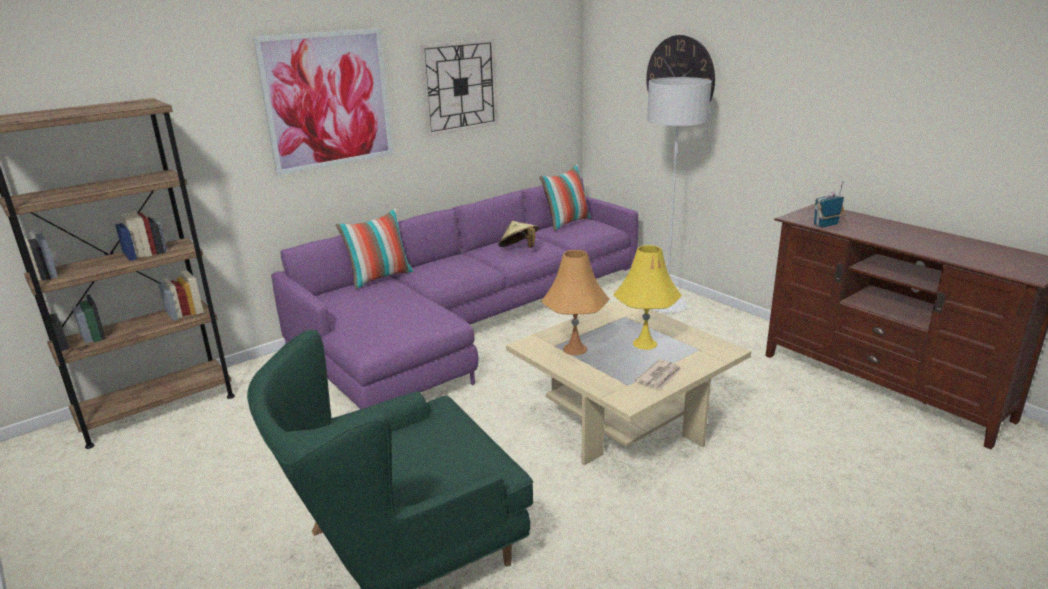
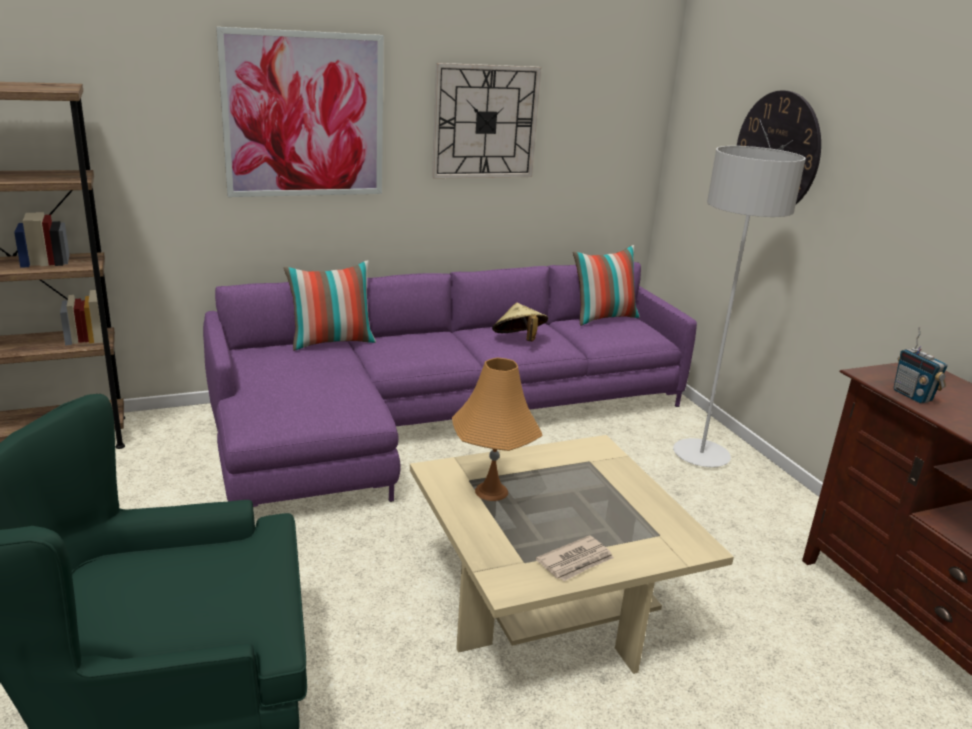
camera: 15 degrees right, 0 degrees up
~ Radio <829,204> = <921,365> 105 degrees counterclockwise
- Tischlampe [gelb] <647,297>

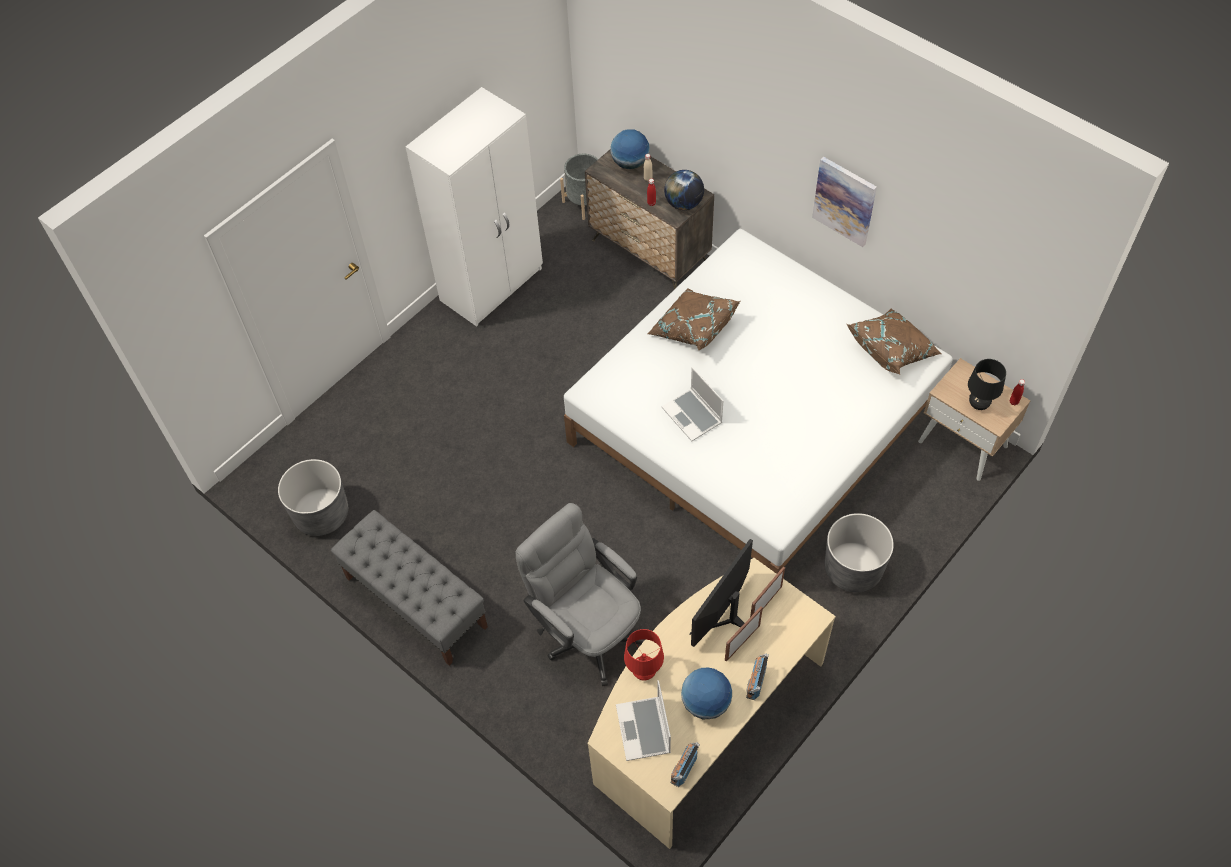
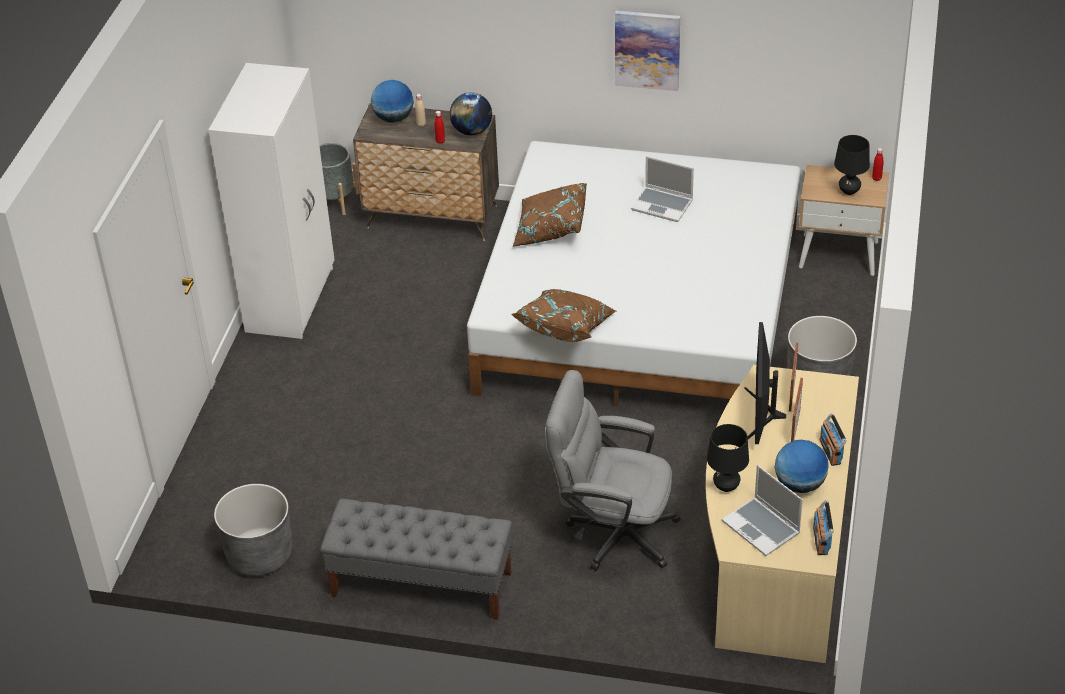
camera: 30 degrees left, 15 degrees down
~ Kissen [braun] <894,341> to <564,315>
~ Laptop <692,404> to <662,189>
~ Tischlampe [rot] <644,655> to Tischlampe [schwarz] <728,458>

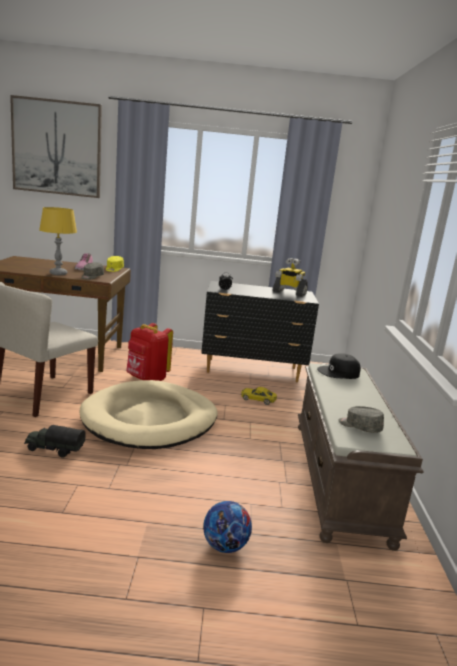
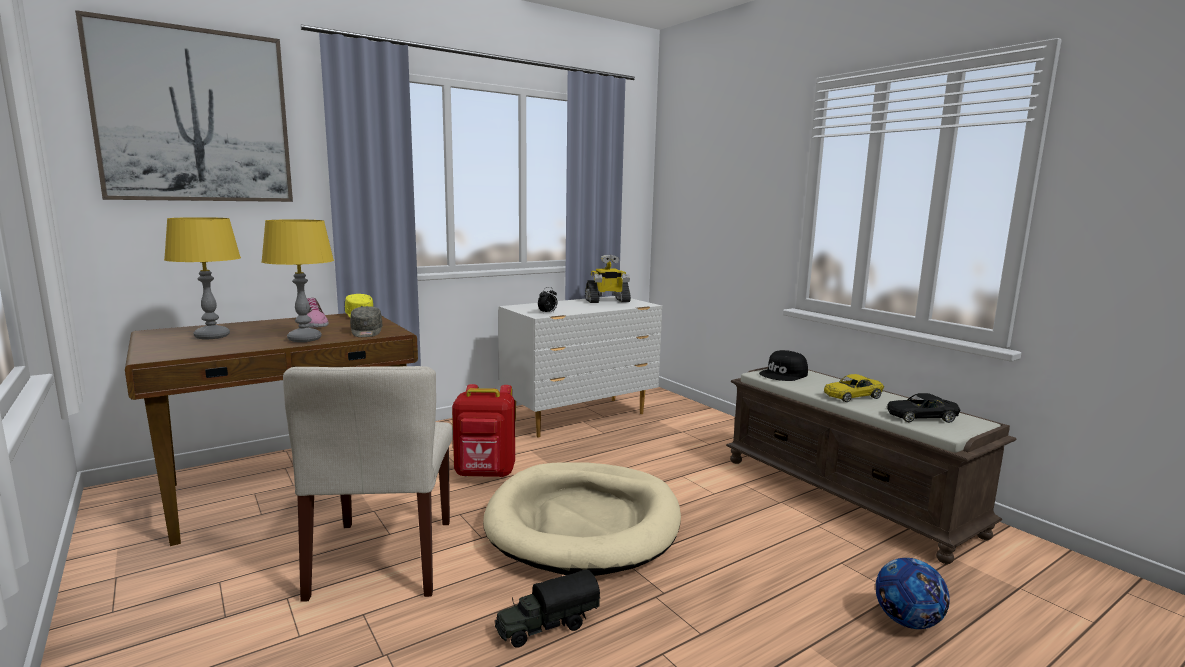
camera: 35 degrees left, 5 degrees down
+ Tischlampe [gelb] <202,278>
~ Kommode [schwarz] <260,331> to Kommode [weiß] <580,366>
~ Spielzeugauto [gelb] <259,396> to <854,388>
~ Kappe [grau] <361,419> to Spielzeugauto [schwarz] <924,408>

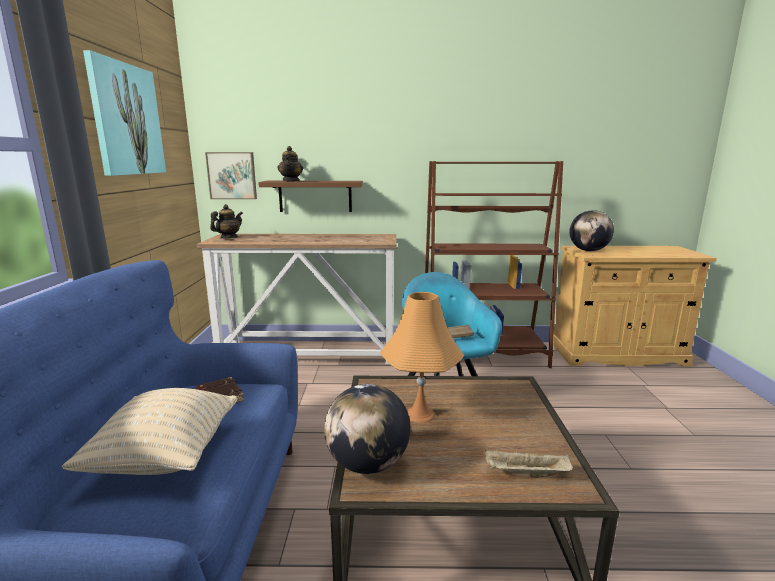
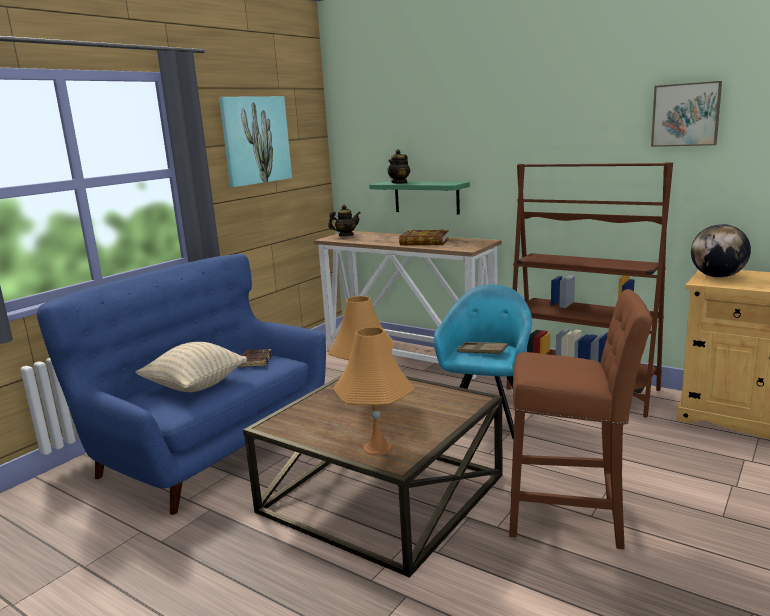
camera: 35 degrees right, 0 degrees up
~ Tablett [beige] <528,464> to Tischlampe [orange] <374,391>
~ Wandregal [braun] <310,196> to Wandregal [grün] <419,197>
+ Buch <424,237>
+ Hocker [braun] <580,419>
~ Bild <231,175> to <686,114>
- Globus <367,429>

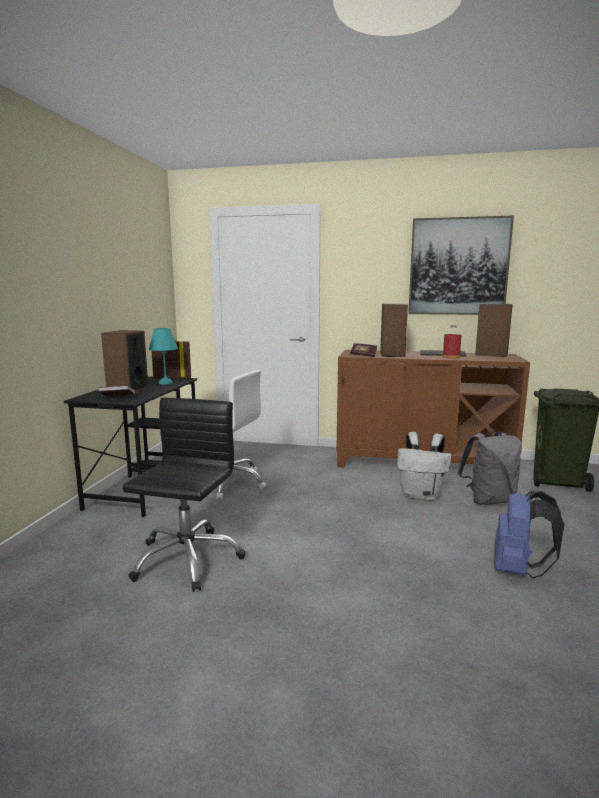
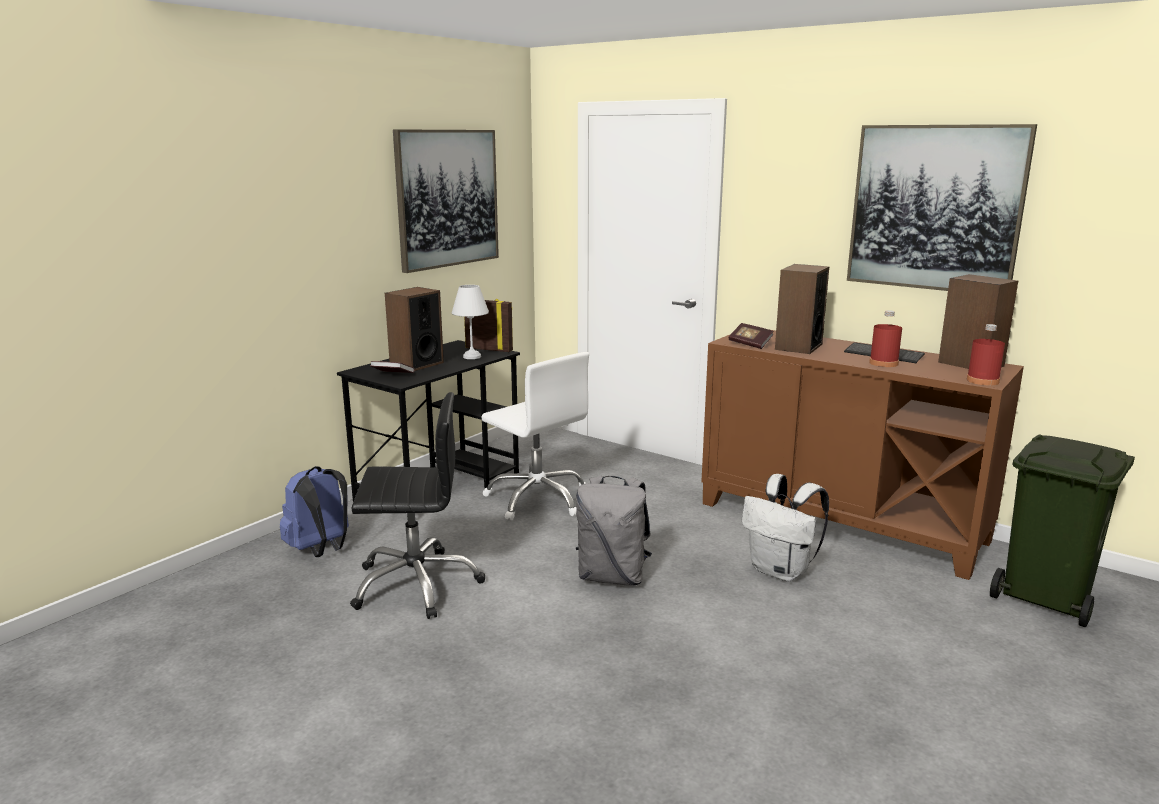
camera: 25 degrees right, 5 degrees up
~ Rucksack [blau] <529,534> to <314,511>
~ Bürostuhl [schwarz] <184,495> = <417,505> 45 degrees clockwise
+ Bild <446,201>
~ Tischlampe [türkis] <163,356> to Tischlampe [weiß] <470,322>
~ Rucksack [grau] <489,468> to <614,530>
+ Flasche [rot] <986,354>

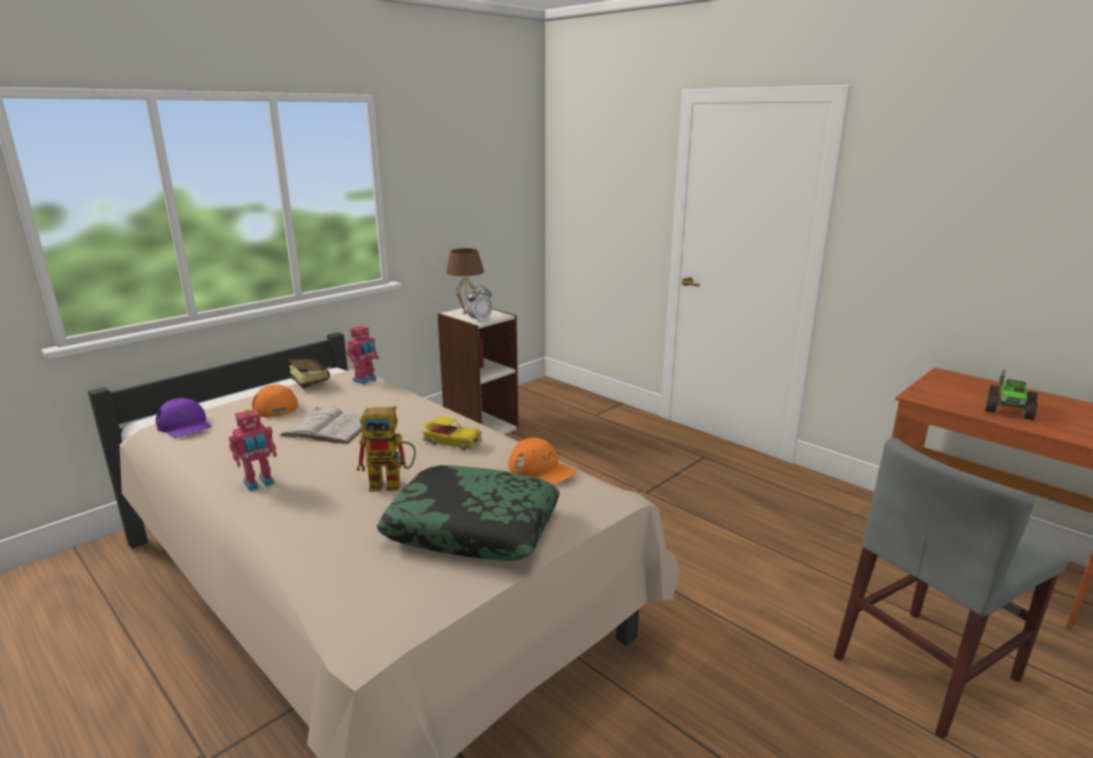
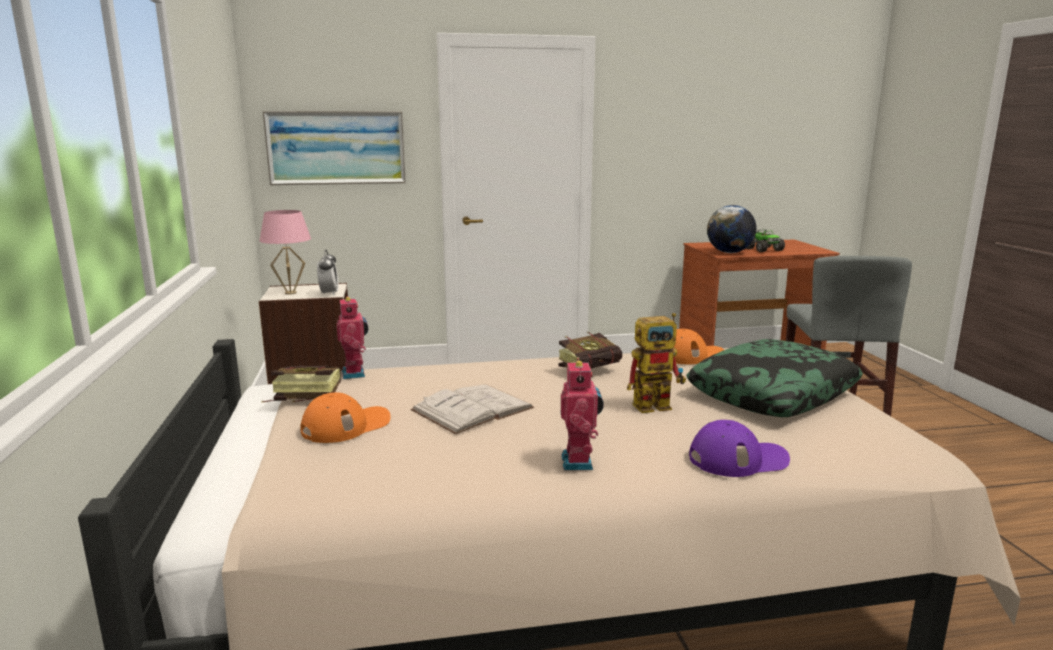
camera: 55 degrees left, 5 degrees down
~ Tischlampe [braun] <465,281> to Tischlampe [rosa] <285,252>
+ Bild <334,148>
~ Kappe [orange] <275,401> = <345,417> 135 degrees clockwise
~ Spielzeugauto <452,433> to Buch <590,350>
~ Spielzeugroboter <386,449> = <656,363> 45 degrees clockwise
~ Kappe [lila] <184,418> to <739,448>
+ Globus <732,229>

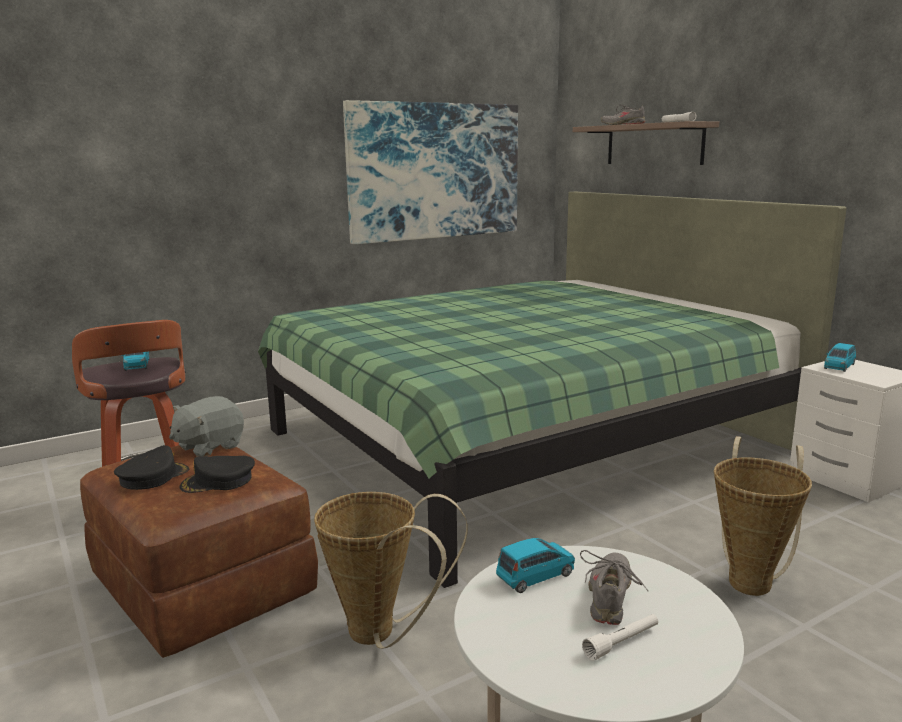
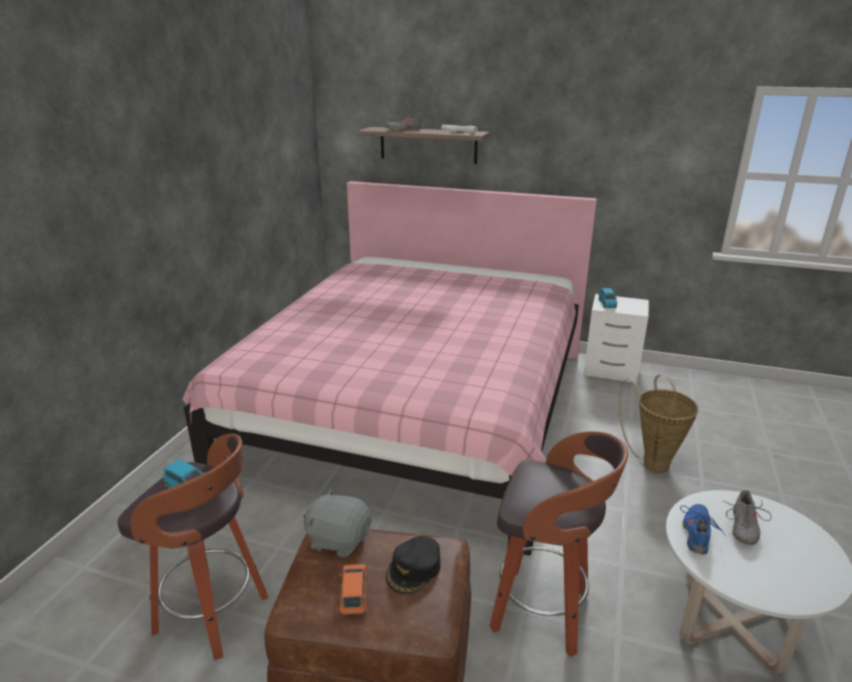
camera: 40 degrees left, 10 degrees up
~ Bett [grün] <552,390> to Bett [rosa] <389,368>
~ Plüschtier [grau] <206,426> = <337,523> 105 degrees clockwise
~ Kappe [schwarz] <151,467> to Spielzeugauto [orange] <354,589>
~ Korb <391,570> to Hocker <559,544>
~ Spielzeugauto [blau] <535,565> to Schuh [blau] <702,529>
~ Schuh [grau] <614,587> = <747,517> 135 degrees counterclockwise
- Bild <430,172>
- Taschenlampe [weiß] <620,637>

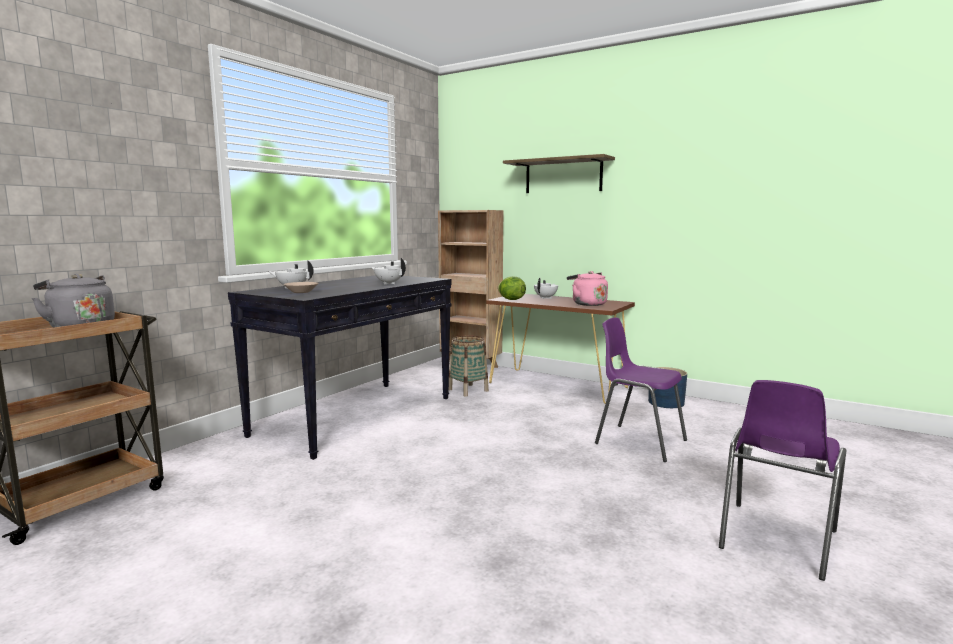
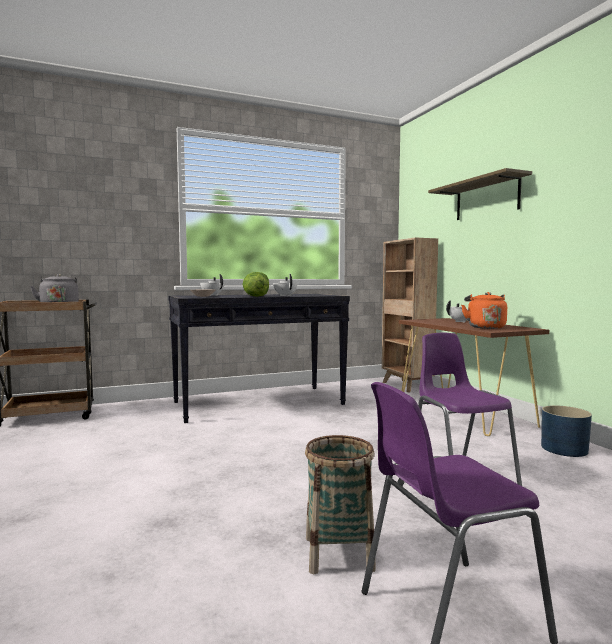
camera: 35 degrees right, 5 degrees down
~ Salatkopf <512,288> to <256,284>
~ Korb <469,366> to <340,504>
~ Wasserkessel [rosa] <587,288> to Wasserkessel [orange] <484,310>

